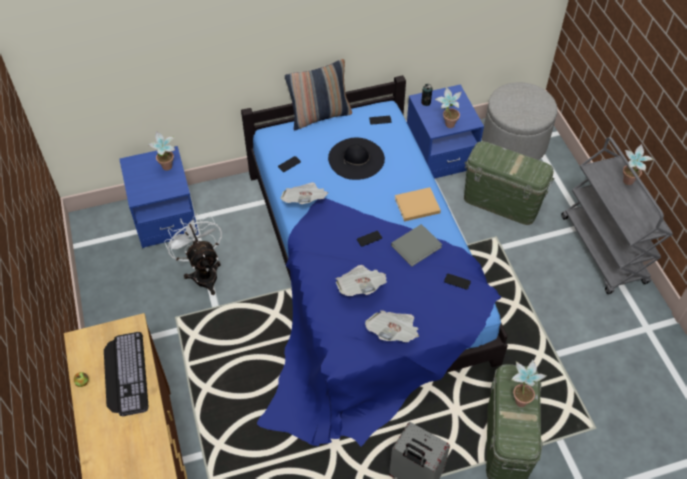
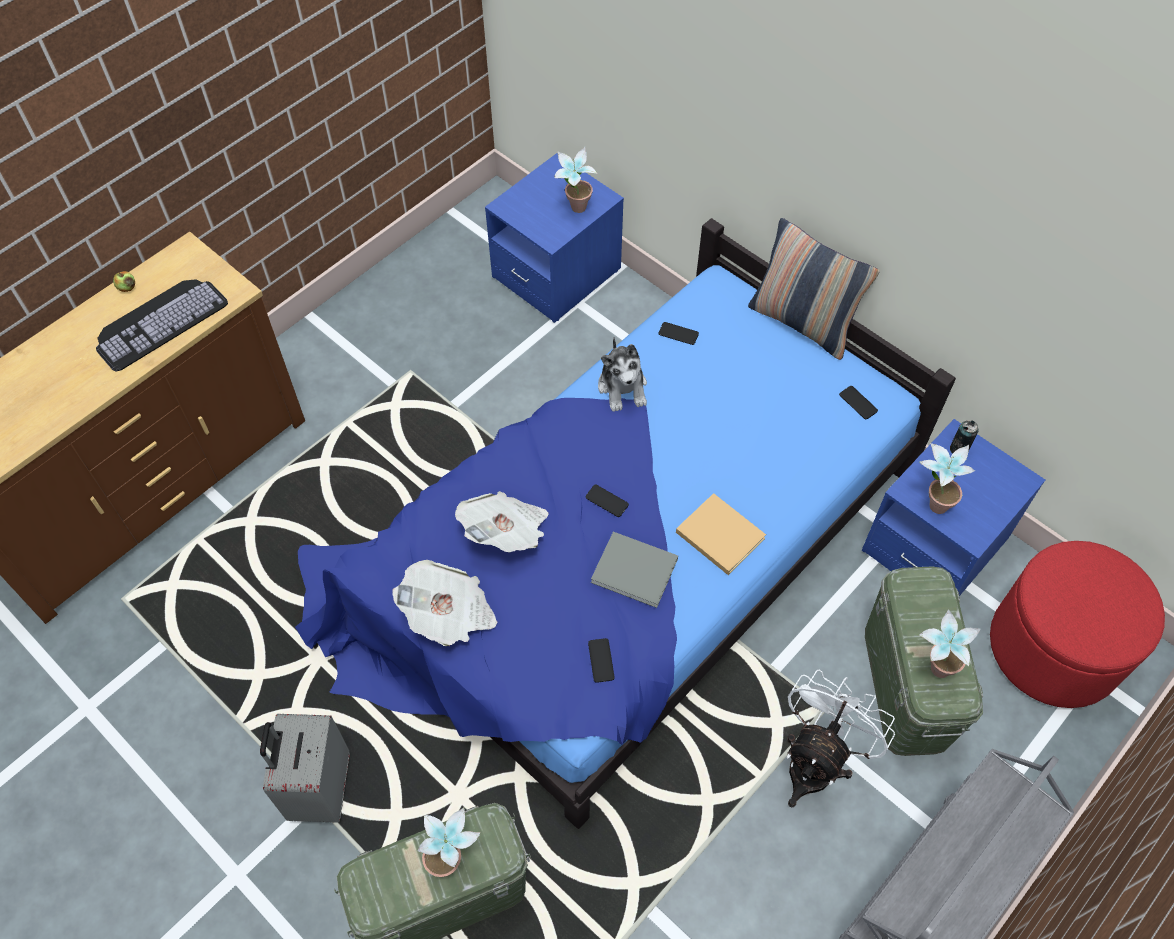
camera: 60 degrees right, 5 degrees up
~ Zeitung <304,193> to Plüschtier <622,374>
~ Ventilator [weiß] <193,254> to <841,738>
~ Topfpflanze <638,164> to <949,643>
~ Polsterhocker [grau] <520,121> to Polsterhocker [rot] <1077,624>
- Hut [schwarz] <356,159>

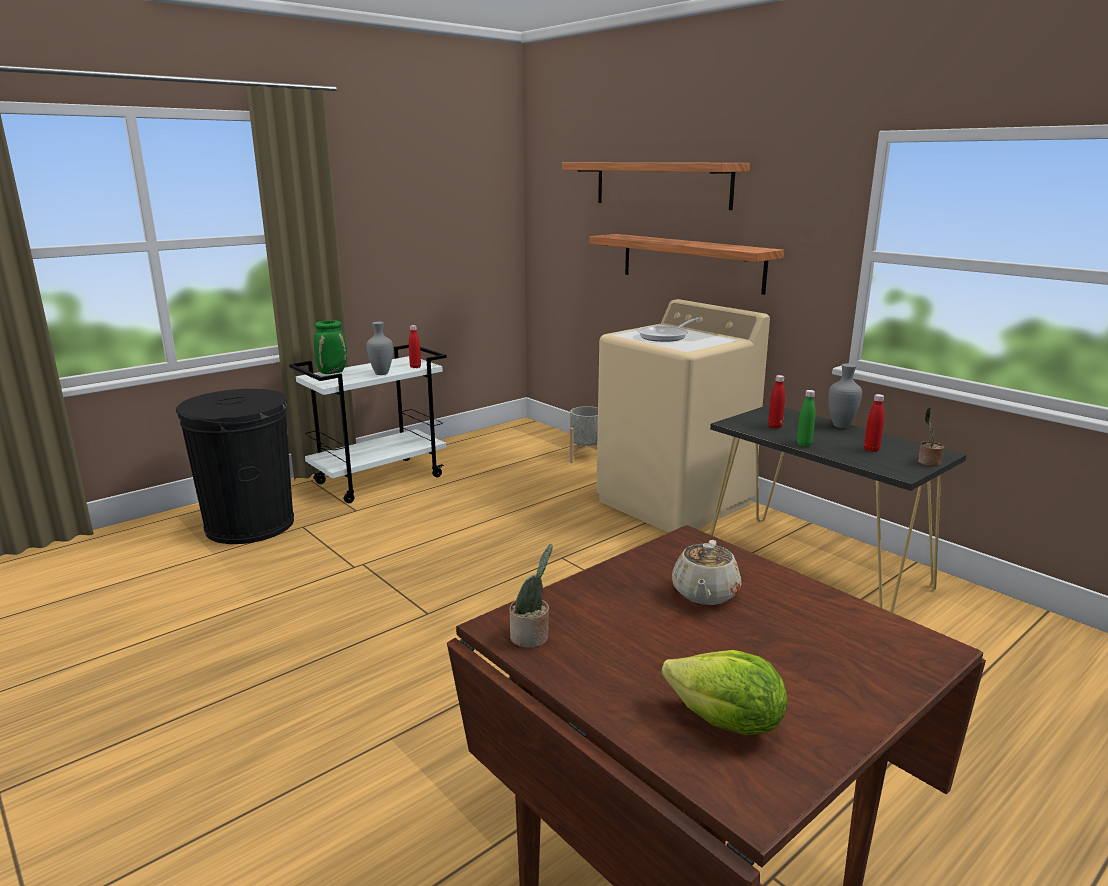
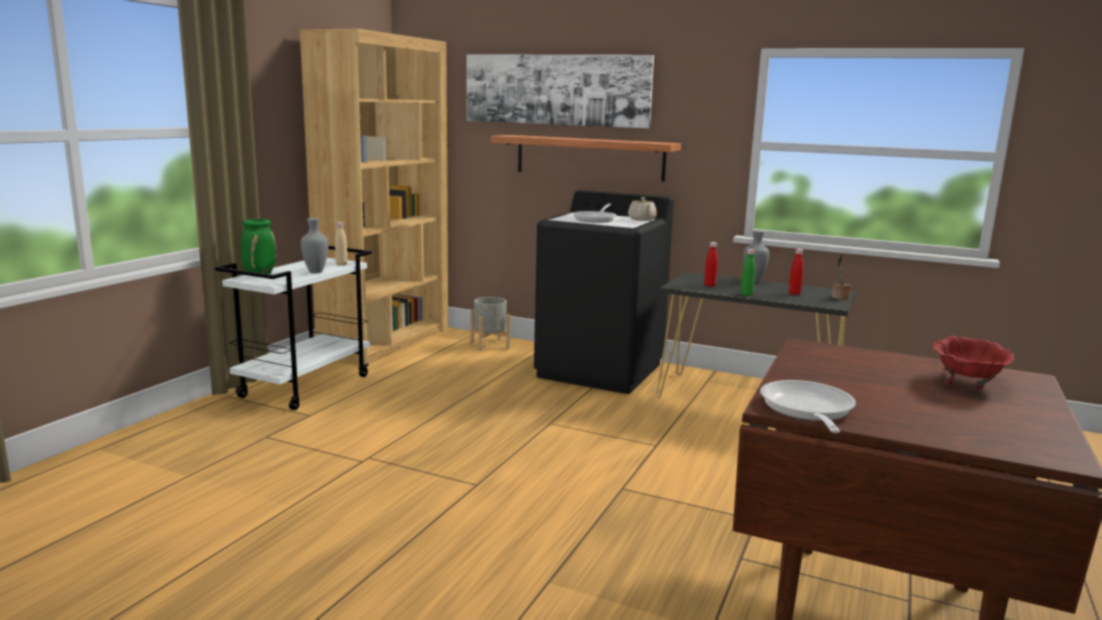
camera: 25 degrees left, 5 degrees down
+ Bücherregal [braun] <374,197>
~ Flasche [rot] <415,346> to Flasche [beige] <341,244>
~ Wandregal <656,186> to Bild <560,91>
~ Waschmaschine [beige] <683,416> to Waschmaschine [schwarz] <604,292>
~ Teekanne [beige] <706,572> to <642,209>
~ Topfpflanze <531,596> to Pfanne <808,406>
+ Schüssel [rot] <973,362>
- Mülleimer [schwarz] <235,466>
- Salatkopf <724,692>

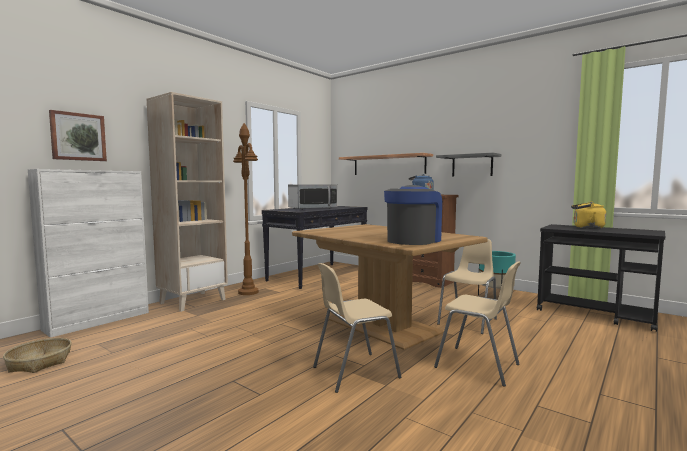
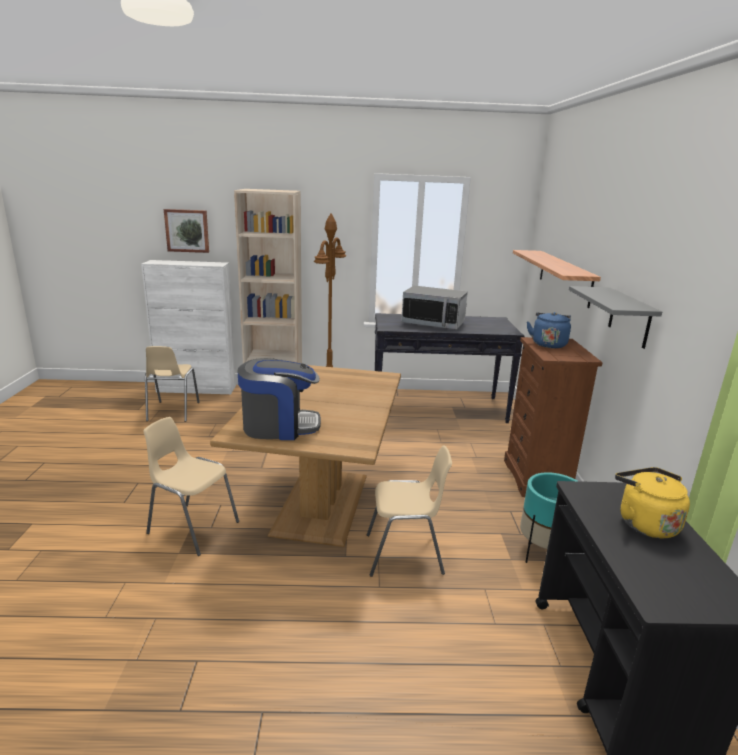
camera: 50 degrees right, 15 degrees up
~ Stuhl [beige] <477,324> to <172,384>
- Korb <37,355>

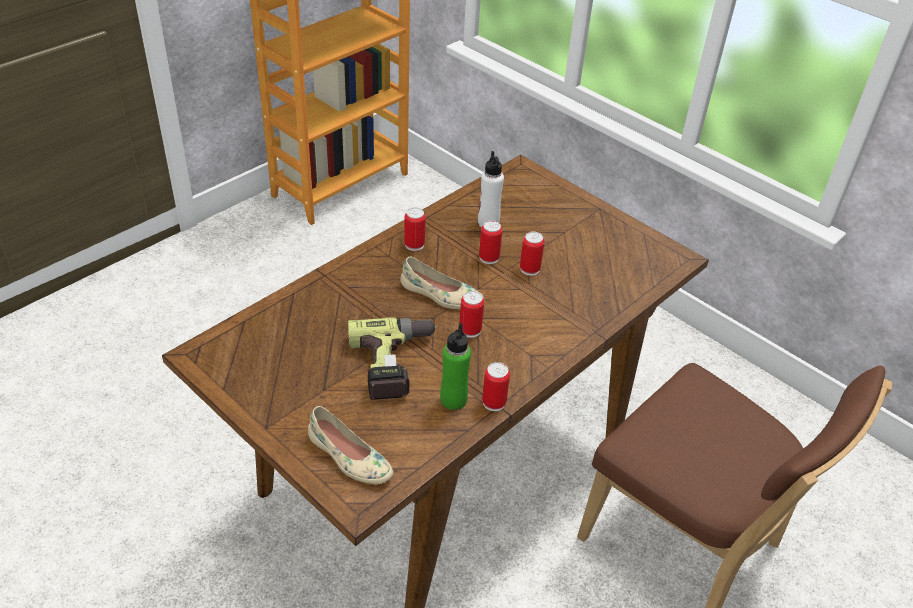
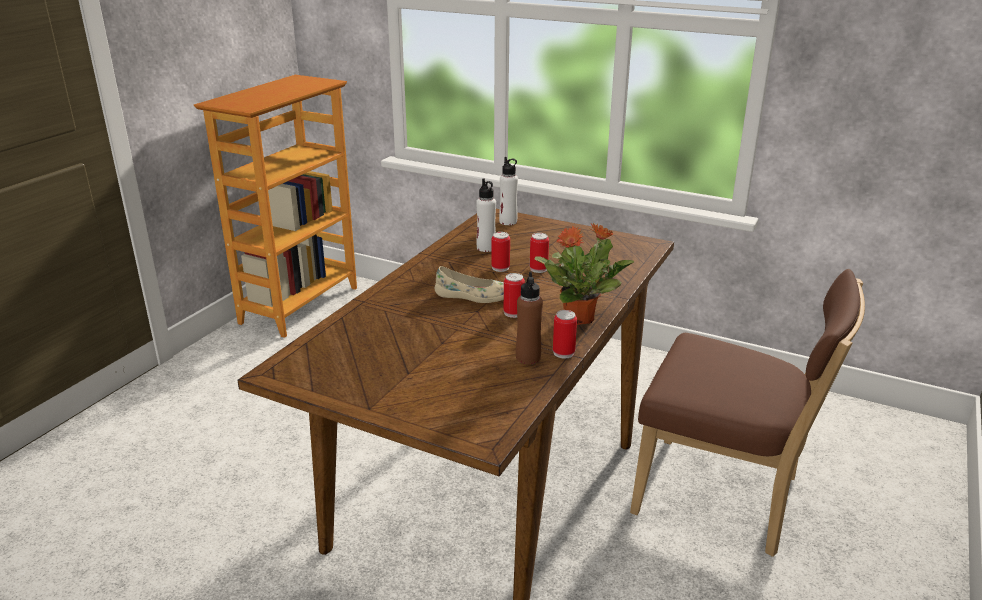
camera: 15 degrees left, 15 degrees down
+ Flasche [weiß] <508,191>
~ Flasche [grün] <455,366> to Flasche [braun] <529,318>
+ Topfpflanze <584,274>
- Schuh [beige] <350,445>
- Bohrmaschine <392,358>
- Dose <415,229>

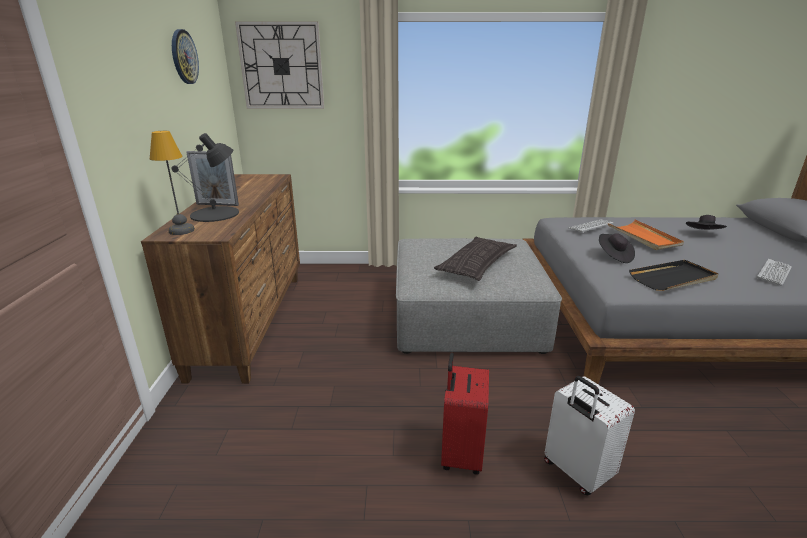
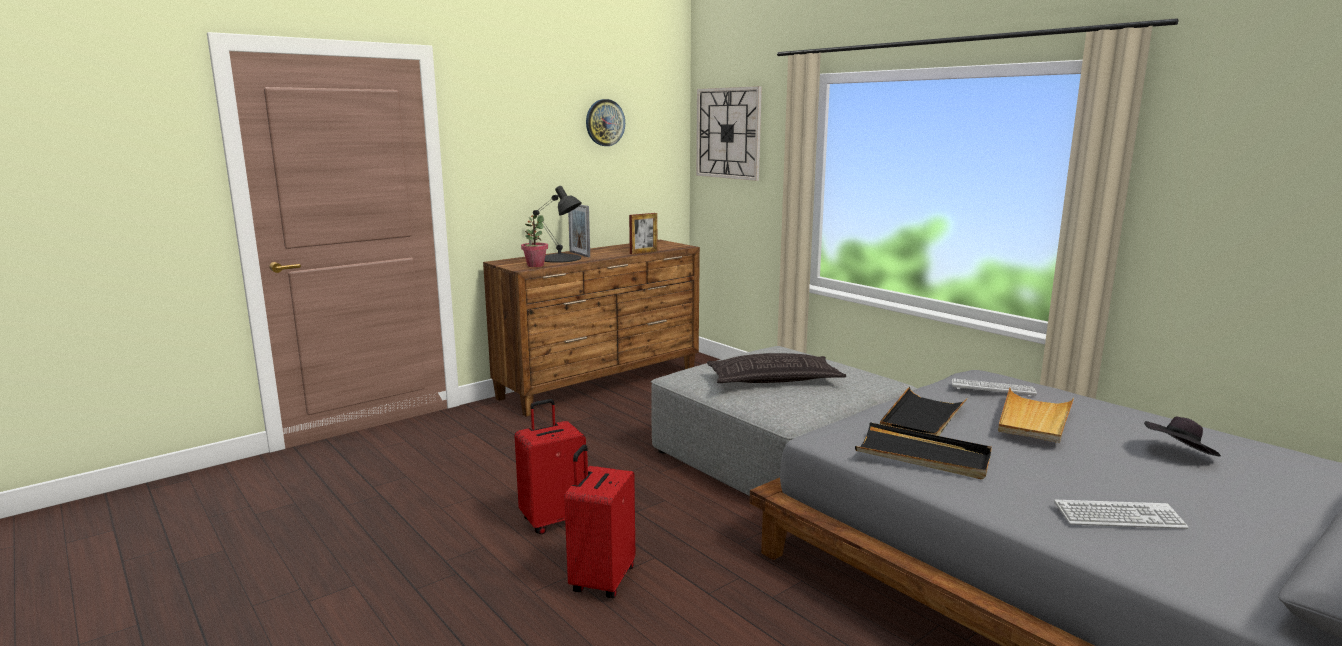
camera: 50 degrees right, 10 degrees down
+ Topfpflanze <534,241>
~ Koffer [weiß] <589,435> to Koffer [rot] <599,521>
+ Bilderrahmen <643,233>
~ Hut [schwarz] <617,248> to Tablett [schwarz] <924,411>
~ Tablett [orange] <646,235> to Tablett [beige] <1036,415>
- Tischlampe <172,183>

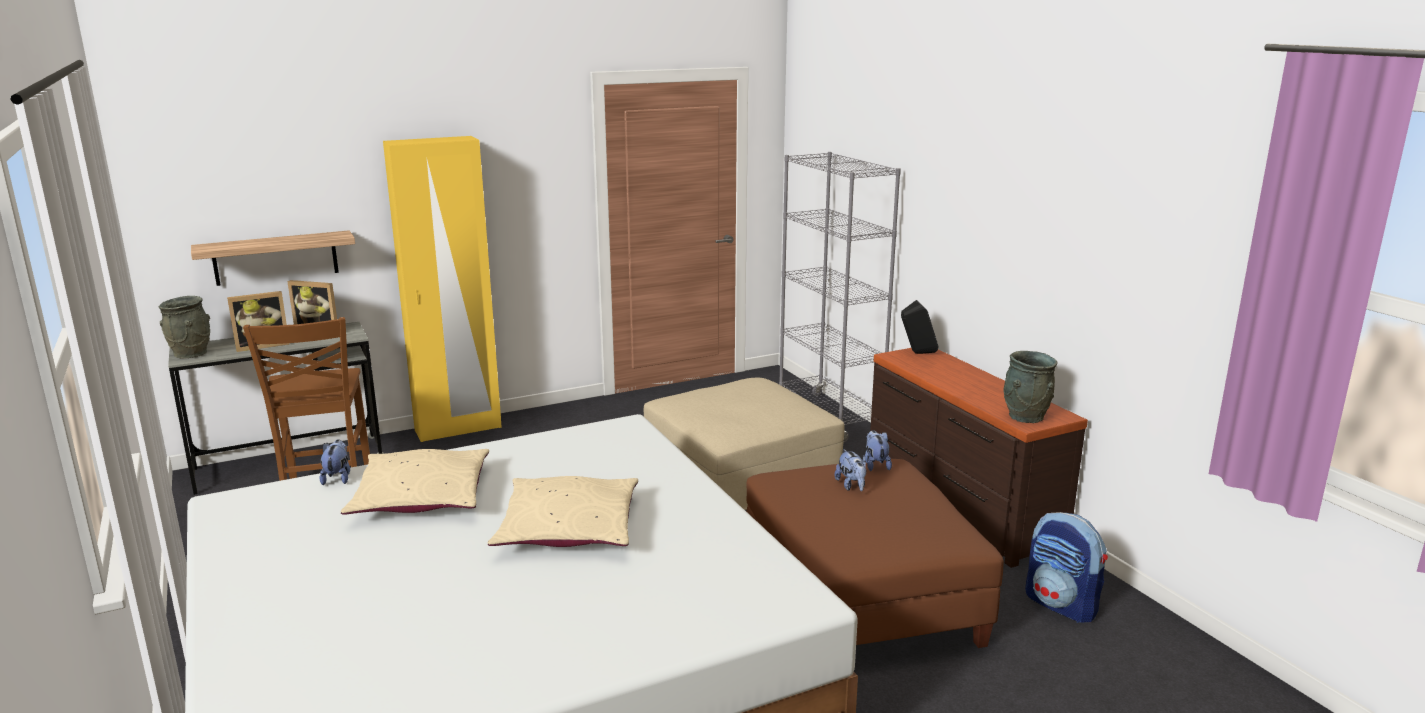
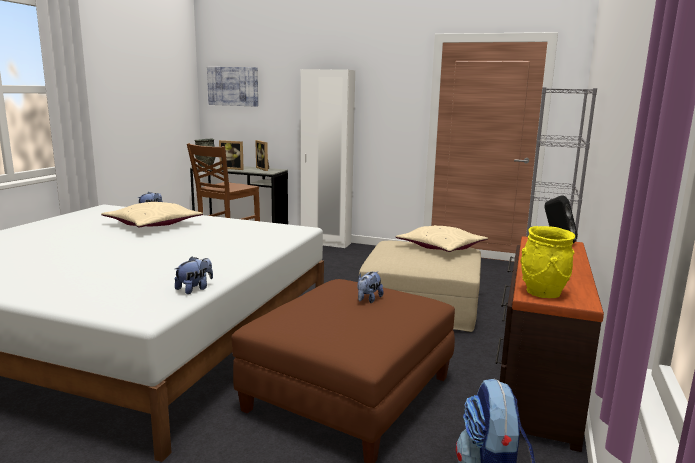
camera: 45 degrees right, 5 degrees down
~ Plüschtier <878,450> to <193,275>
+ Bild <232,87>
~ Kleiderschrank [gelb] <442,289> to Kleiderschrank [weiß] <328,158>
~ Kissen [beige] <563,511> to <442,238>
~ Vase [grau] <1030,387> to Vase [gelb] <547,262>
- Wandregal <273,258>

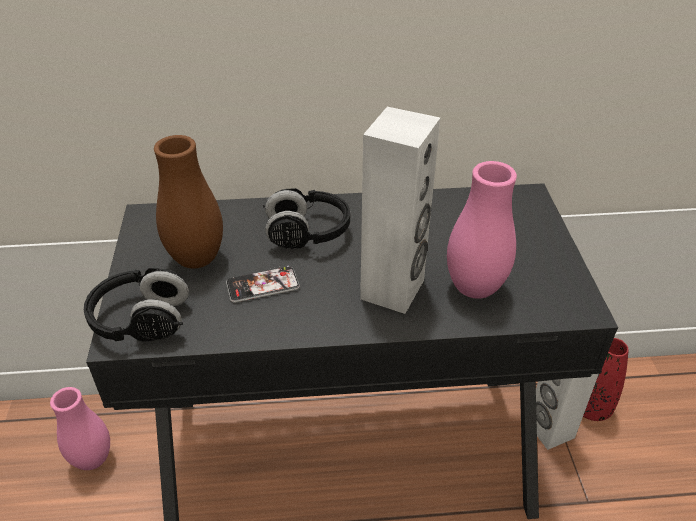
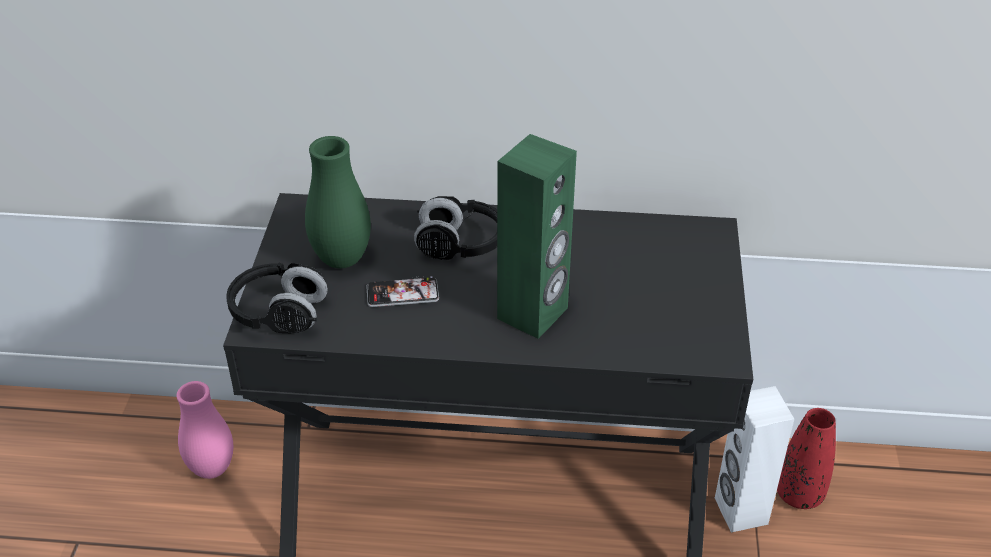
camera: 10 degrees right, 0 degrees up
~ Vase [braun] <188,202> to Vase [grün] <338,202>
~ Lautsprecher [weiß] <400,210> to Lautsprecher [grün] <537,236>
- Vase [rosa] <482,230>

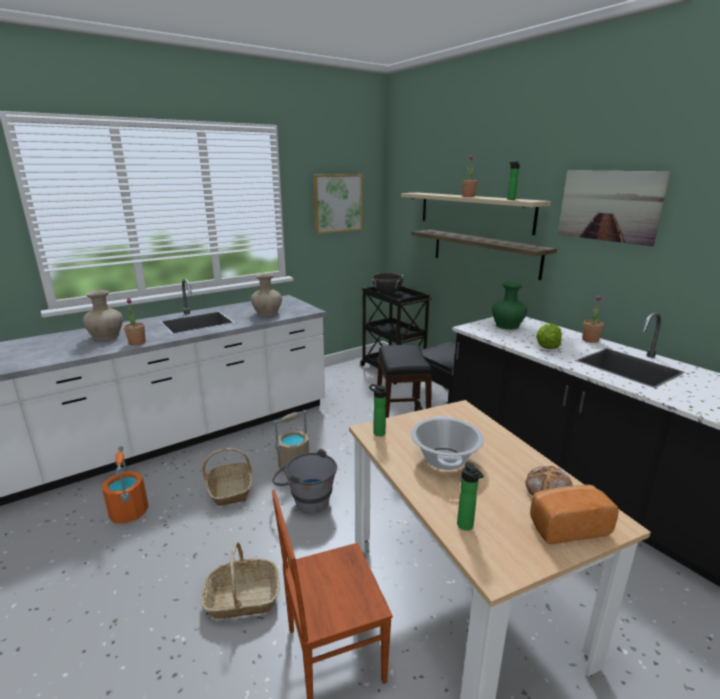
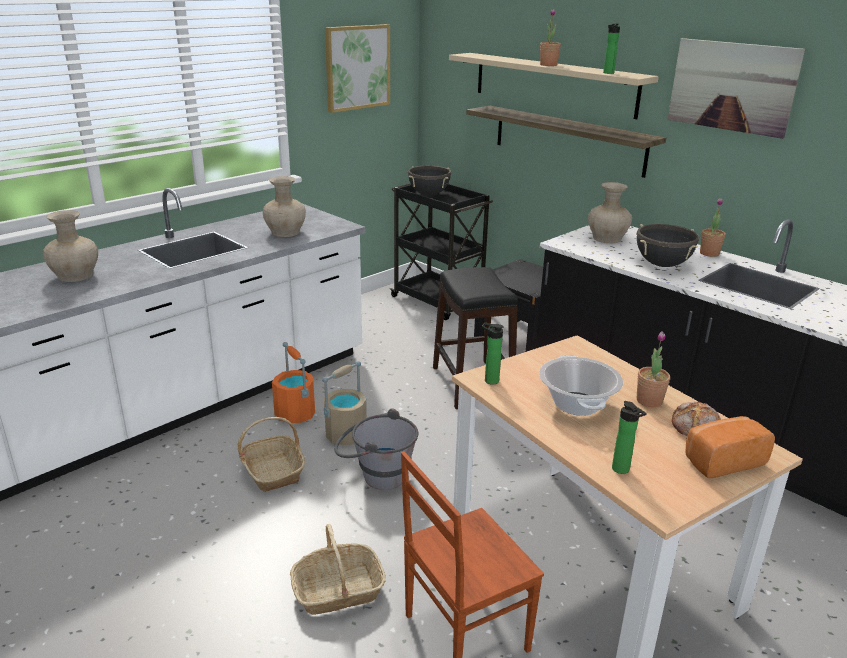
camera: 10 degrees left, 5 degrees up
~ Eimer [orange] <125,484> to <293,382>
~ Vase [grün] <509,306> to Vase [beige] <610,212>
~ Salatkopf <549,336> to Kochtopf [schwarz] <667,245>
~ Topfpflanze <135,322> to <653,369>

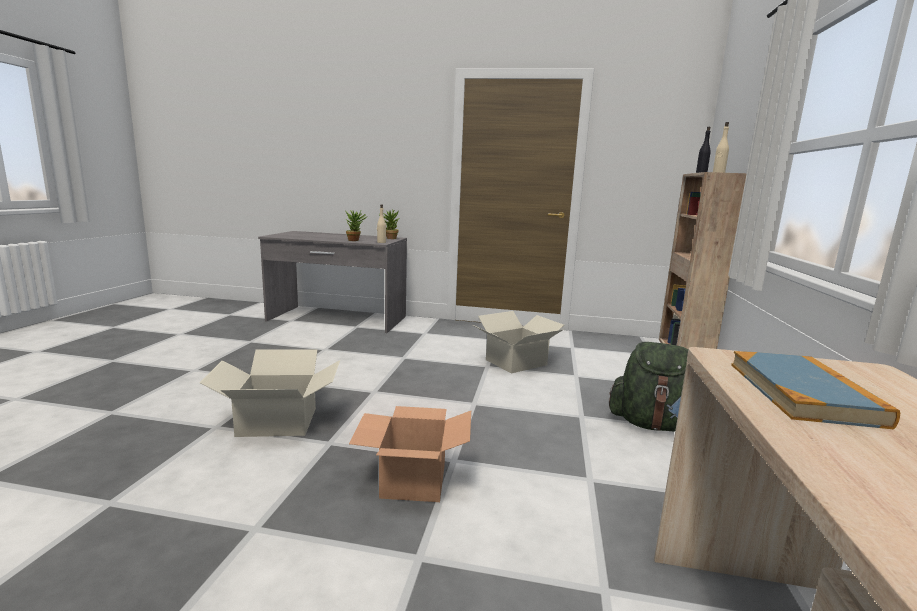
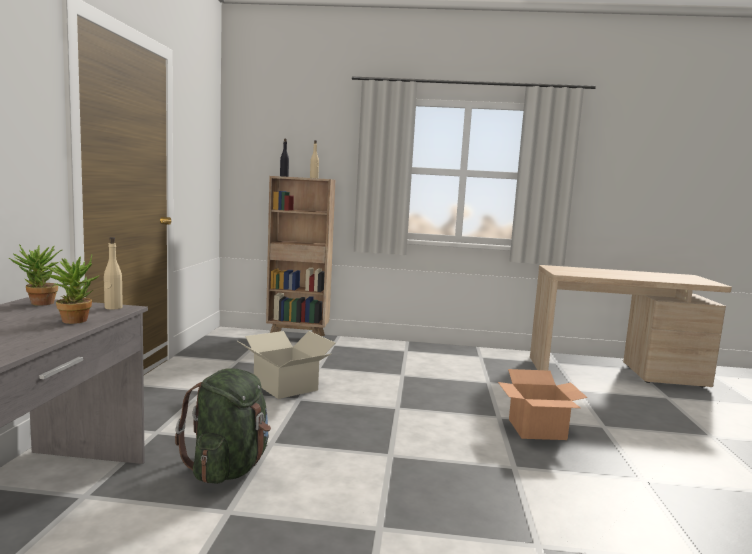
camera: 95 degrees left, 5 degrees down
~ Rucksack [grün] <648,387> to <223,426>
- Karton <270,393>
- Buch <815,390>

